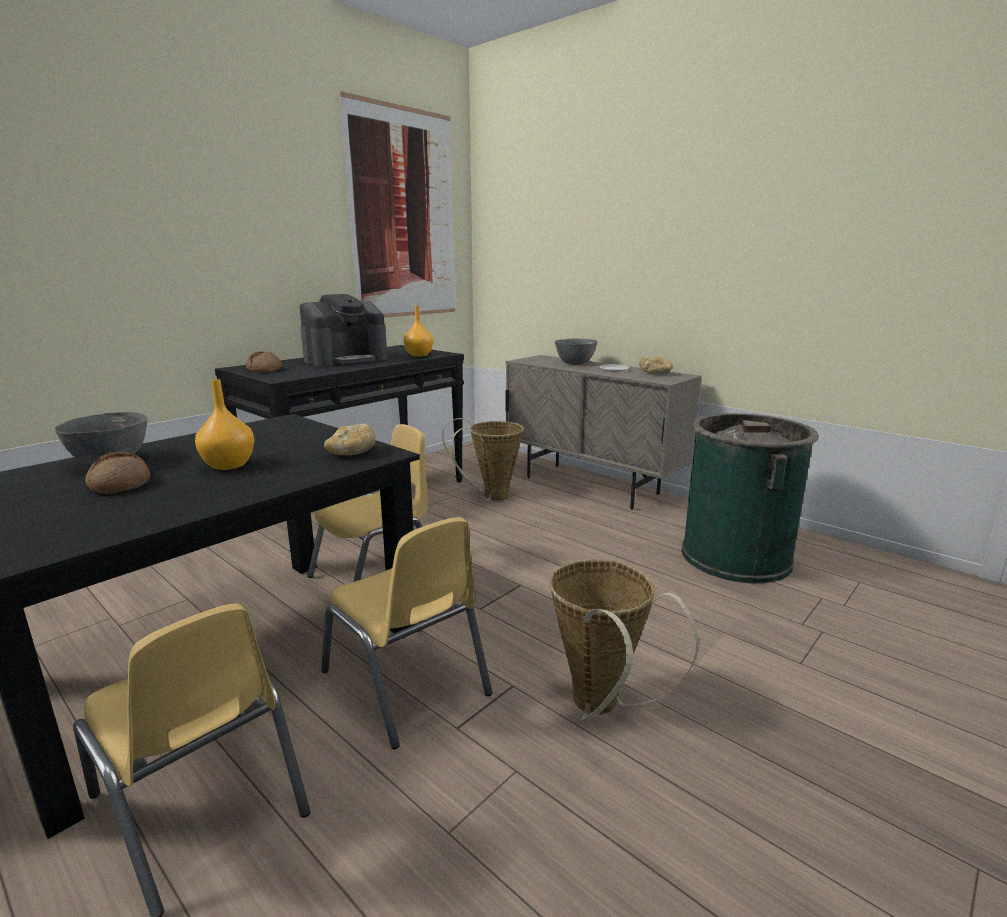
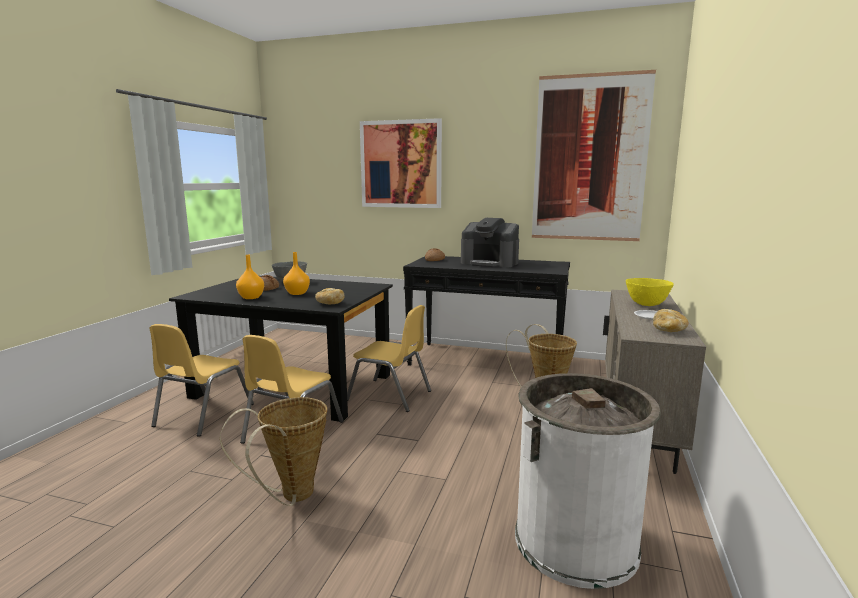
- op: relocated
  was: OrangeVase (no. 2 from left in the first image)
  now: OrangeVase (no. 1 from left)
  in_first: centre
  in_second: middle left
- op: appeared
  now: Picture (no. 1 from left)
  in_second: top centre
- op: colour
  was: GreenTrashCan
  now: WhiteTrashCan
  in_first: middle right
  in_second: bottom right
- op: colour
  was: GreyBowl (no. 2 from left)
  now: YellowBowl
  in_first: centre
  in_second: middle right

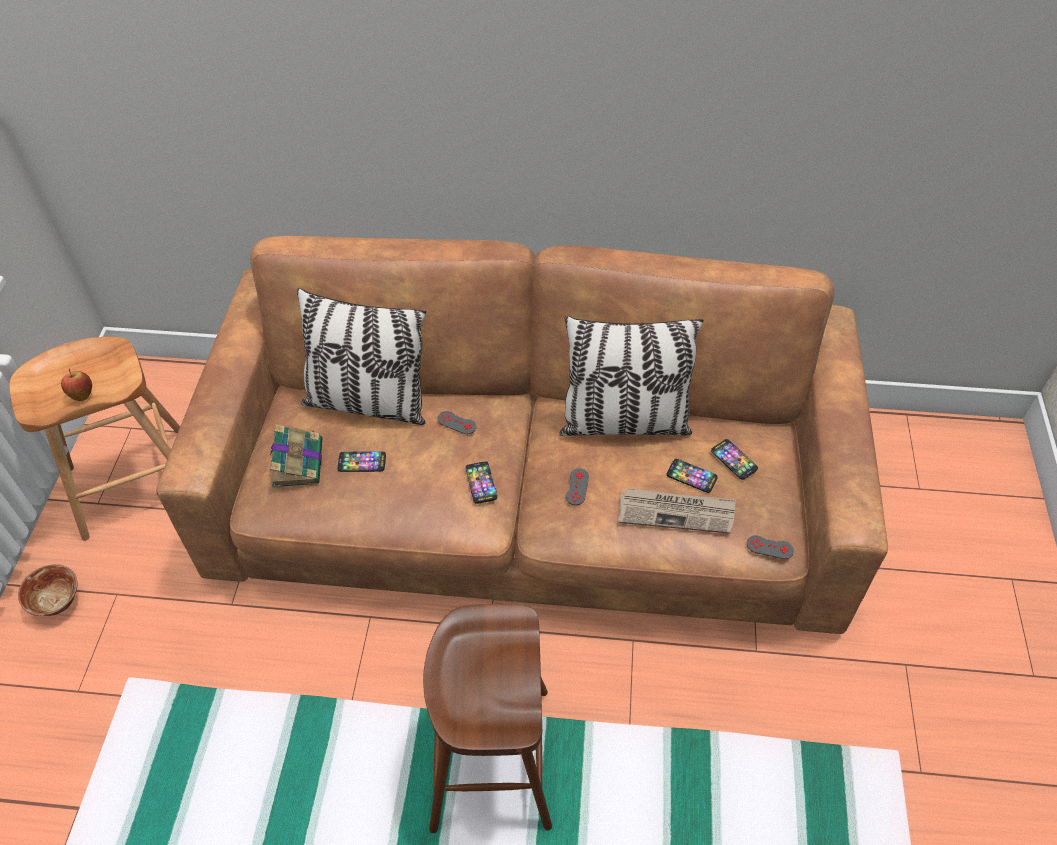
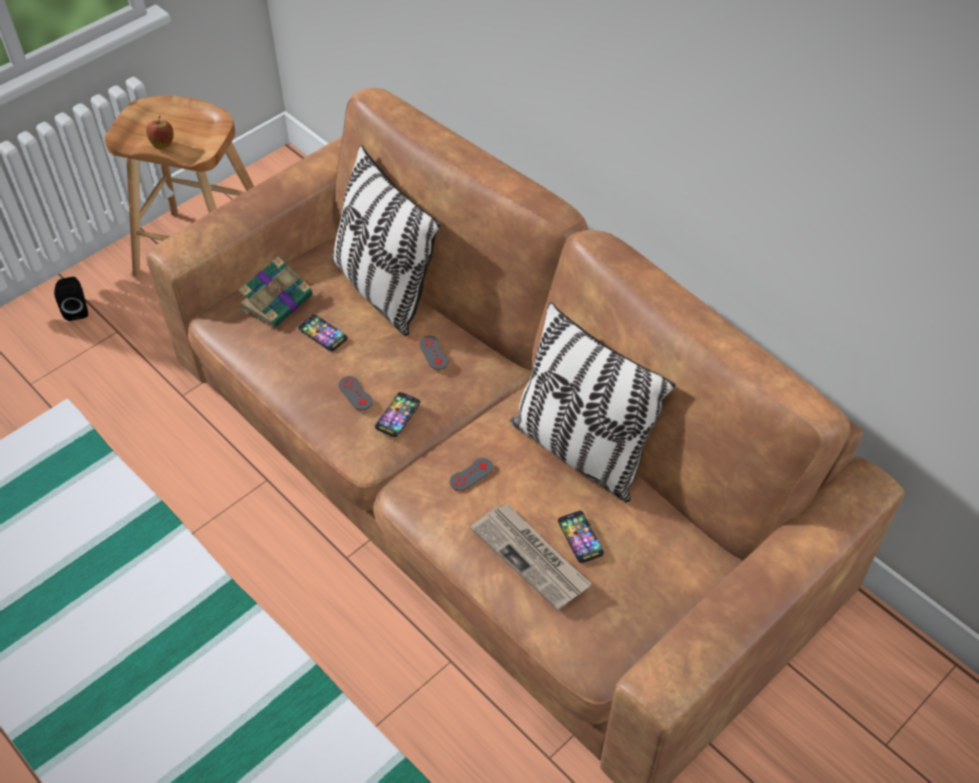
- op: exchanged
  was: Bowl
  now: BlackSpeaker
  in_first: bottom left
  in_second: middle left
- op: relocated
  was: GreyGameController (no. 3 from left in the first image)
  now: GreyGameController (no. 1 from left)
  in_first: middle right
  in_second: centre
- op: missing
  was: BrownStool (no. 2 from left)
  in_first: bottom centre
- op: missing
  was: Phone (no. 4 from left)
  in_first: middle right

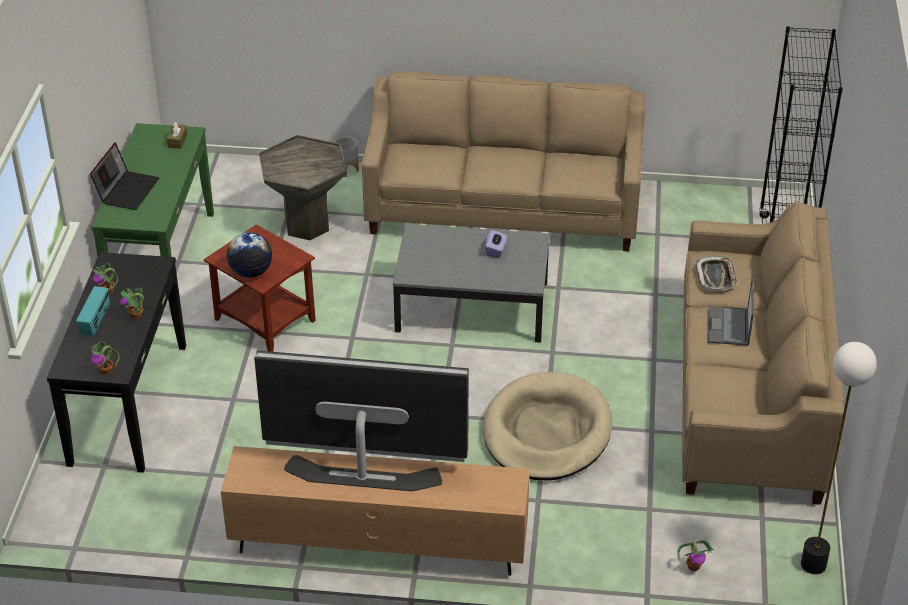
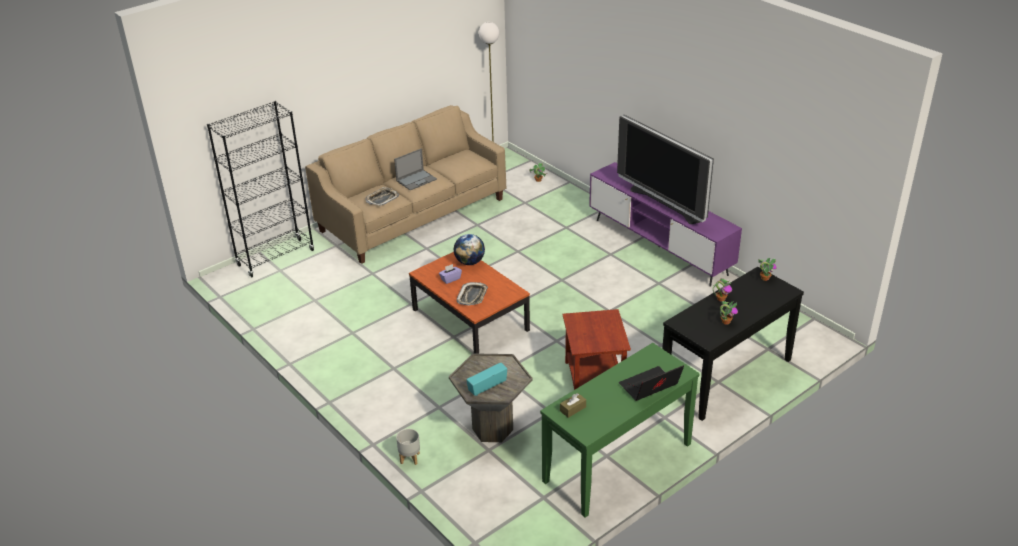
- op: colour
  was: GreyCoffeeTable
  now: BrownCoffeeTable
  in_first: centre
  in_second: centre
- op: relocated
  was: Globe
  in_first: middle left
  in_second: centre
- op: appeared
  now: Tray (no. 2 from left)
  in_second: centre
- op: relocated
  was: Radio
  in_first: middle left
  in_second: bottom centre
- op: colour
  was: BrownTvStand
  now: PurpleTvStand
  in_first: bottom centre
  in_second: centre
- op: missing
  was: BeigeSofa (no. 1 from left)
  in_first: top centre
- op: missing
  was: BeigeDogBed
  in_first: bottom centre

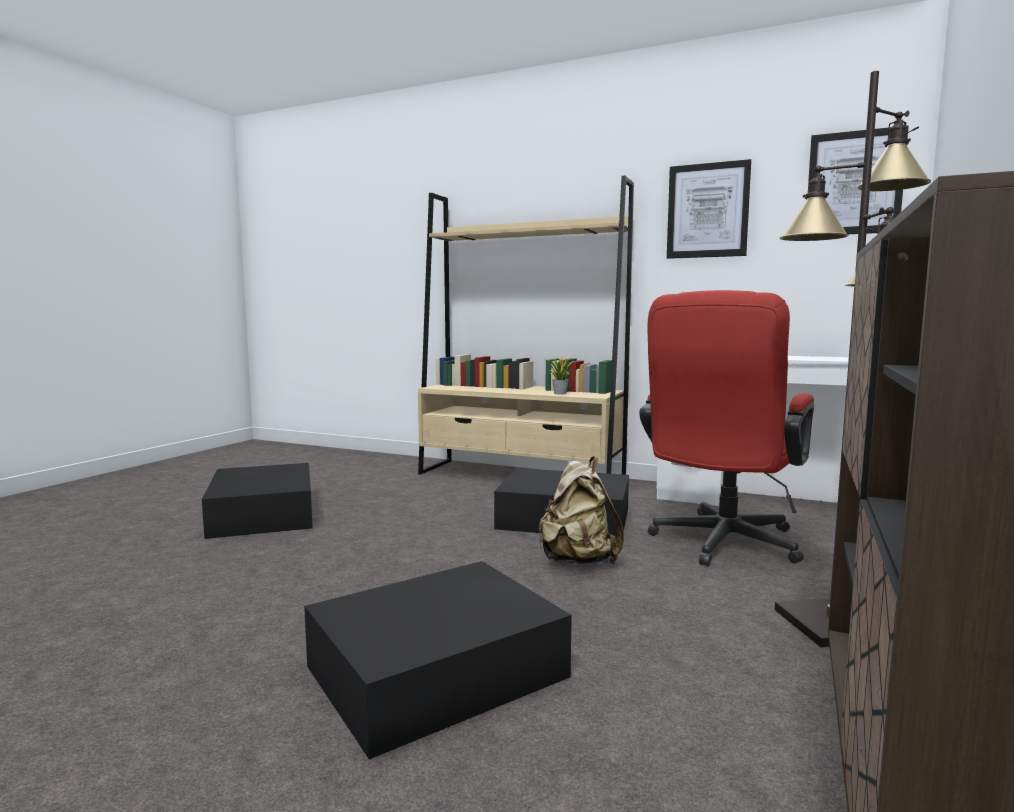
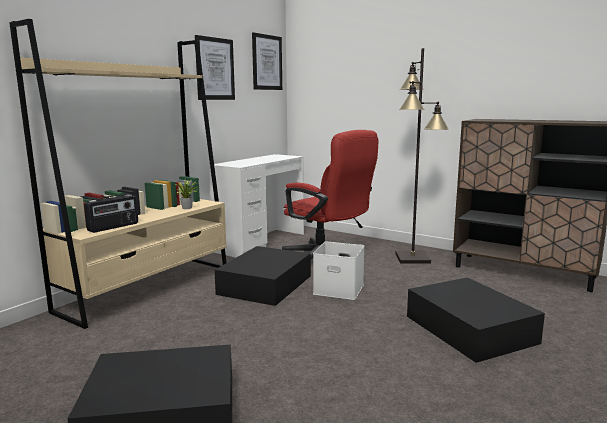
- op: appeared
  now: Radio
  in_second: middle left
- op: exchanged
  was: BeigeBackpack
  now: WhiteStorageBox
  in_first: centre
  in_second: centre

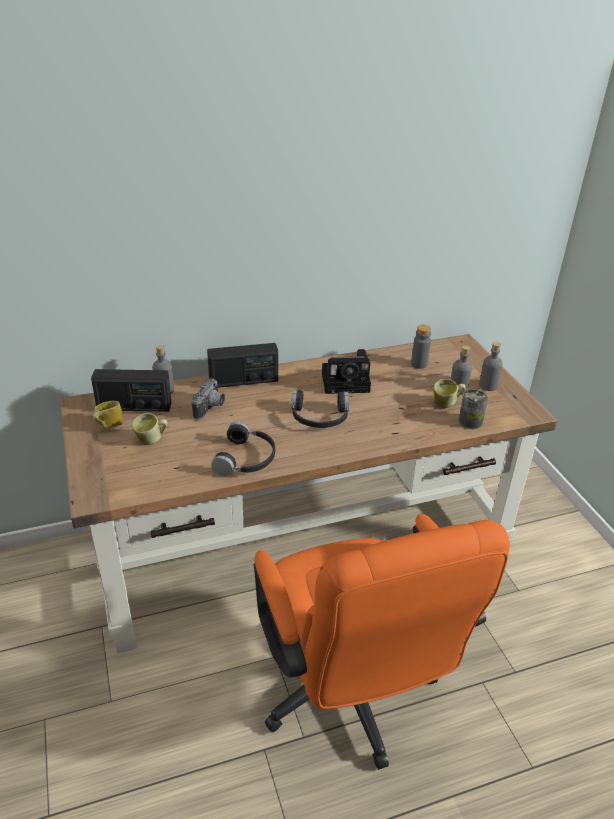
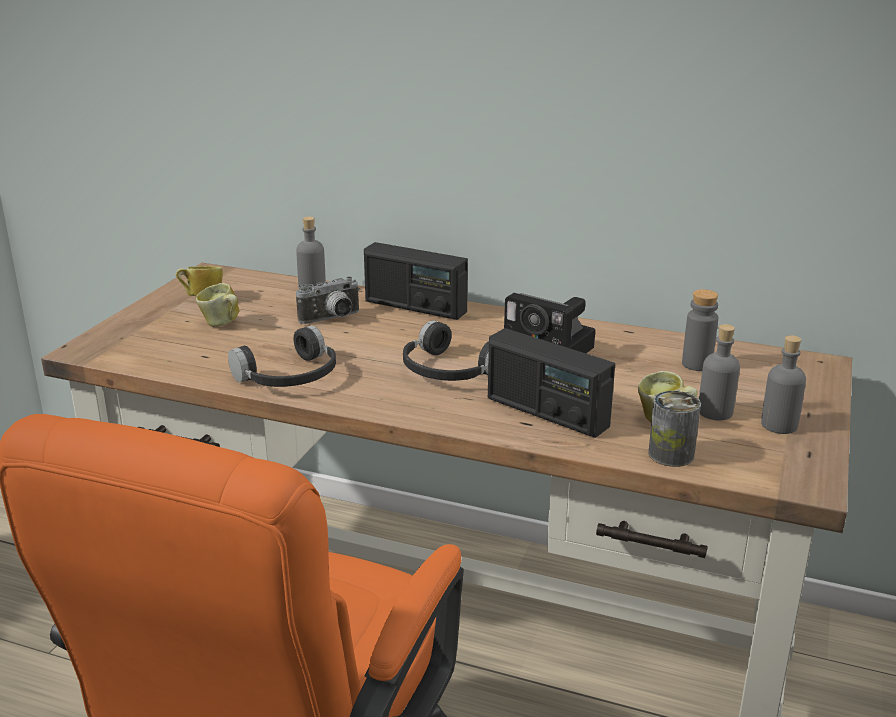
- op: relocated
  was: Radio (no. 1 from left in the first image)
  now: Radio (no. 2 from left)
  in_first: middle left
  in_second: centre

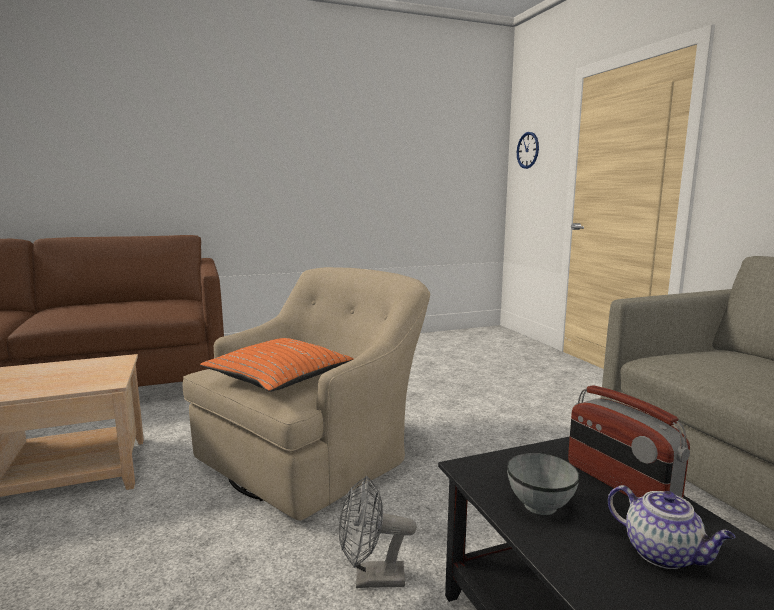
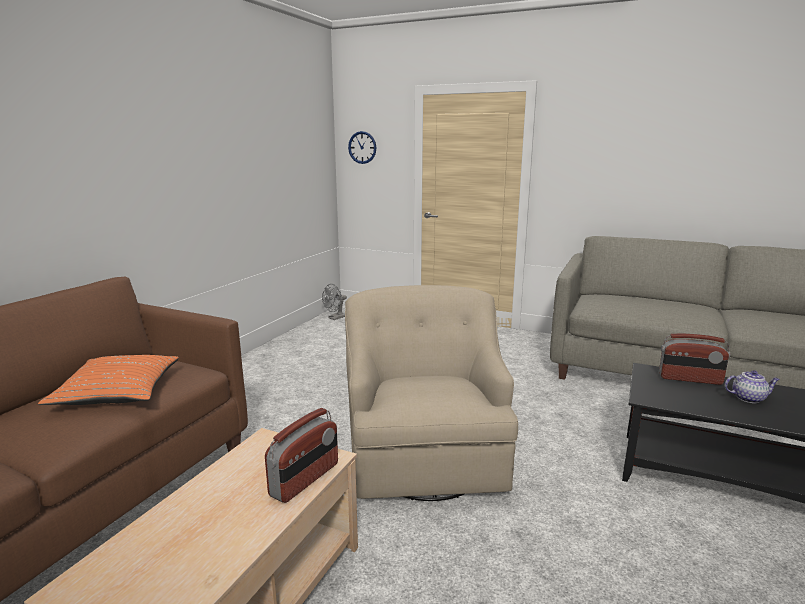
- op: relocated
  was: OrangePillow
  in_first: centre
  in_second: middle left
- op: appeared
  now: Radio (no. 1 from left)
  in_second: bottom centre
- op: relocated
  was: GreyFan
  in_first: bottom centre
  in_second: centre
- op: missing
  was: GreyBowl
  in_first: bottom right

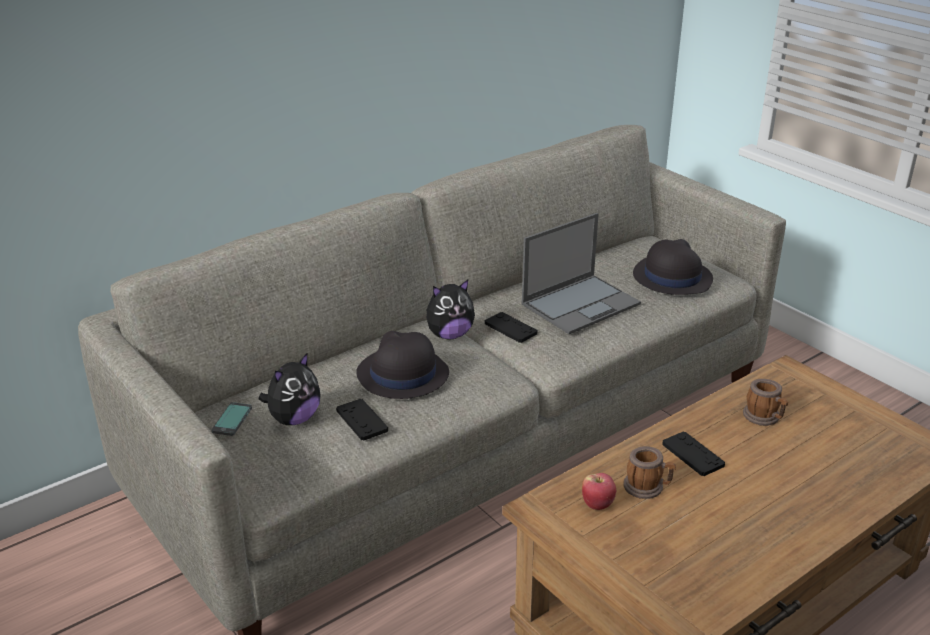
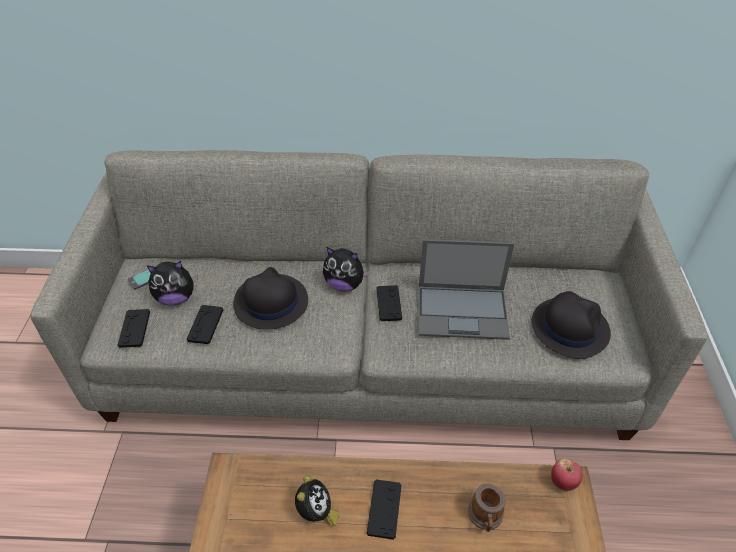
- op: appeared
  now: BlackGameController (no. 1 from left)
  in_second: middle left
- op: exchanged
  was: Mug (no. 1 from left)
  now: AlarmClock
  in_first: bottom right
  in_second: bottom centre
- op: relocated
  was: Apple
  in_first: bottom centre
  in_second: bottom right

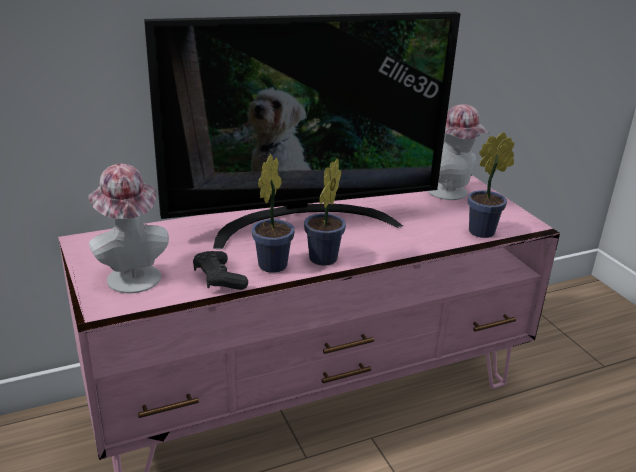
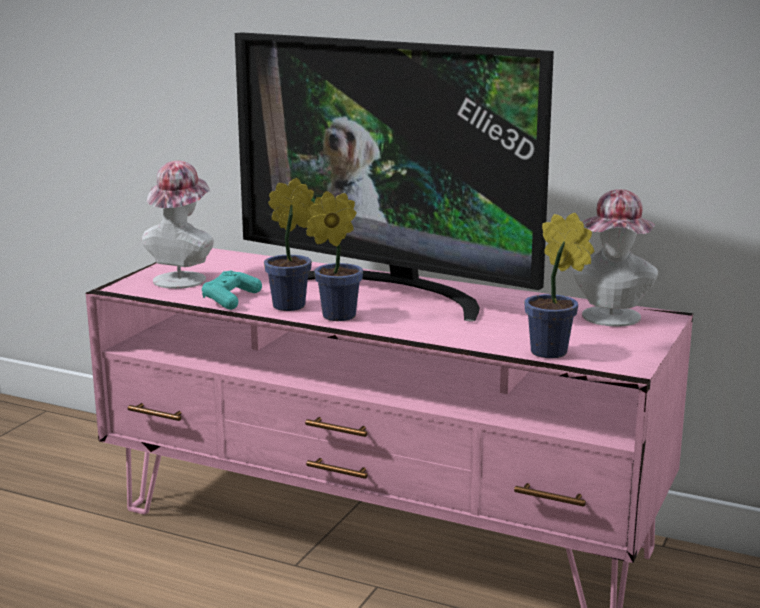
- op: colour
  was: BlackGameController
  now: TurquoiseGameController
  in_first: centre
  in_second: middle left

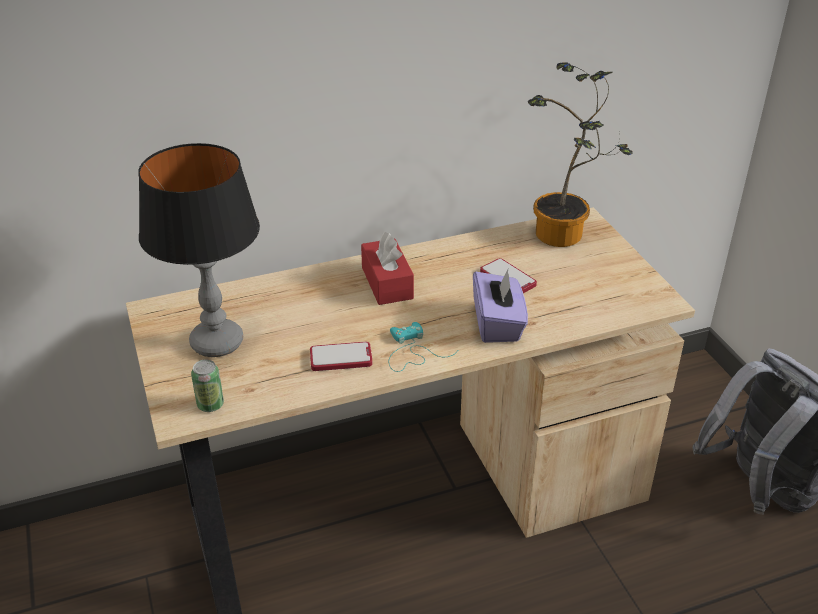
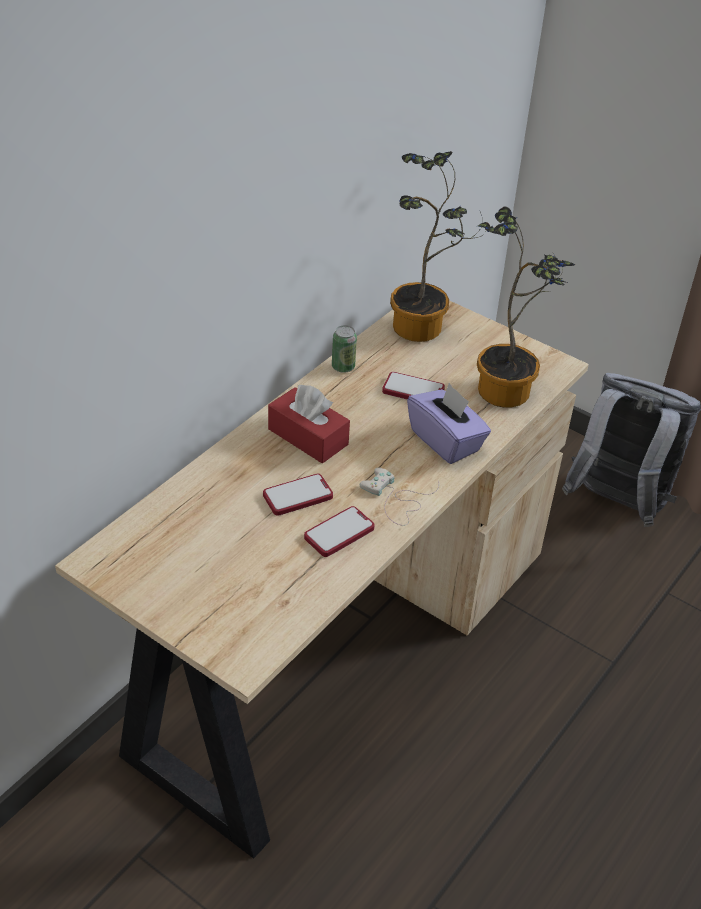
- op: appeared
  now: Phone (no. 1 from left)
  in_second: centre
- op: relocated
  was: Can
  in_first: middle left
  in_second: centre
- op: colour
  was: TurquoiseGameController
  now: WhiteGameController
  in_first: centre
  in_second: centre
- op: appeared
  now: PottedPlant (no. 2 from left)
  in_second: middle right
- op: missing
  was: TableLamp
  in_first: middle left

